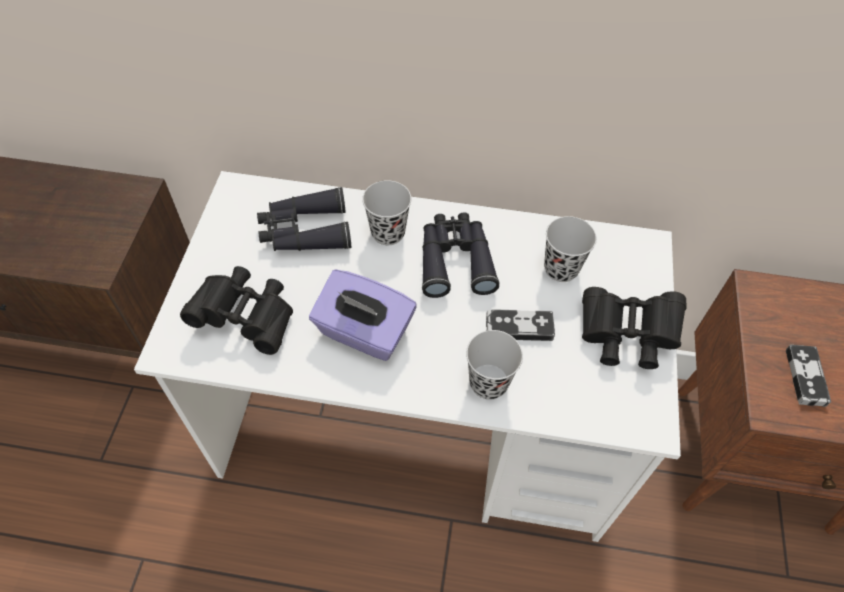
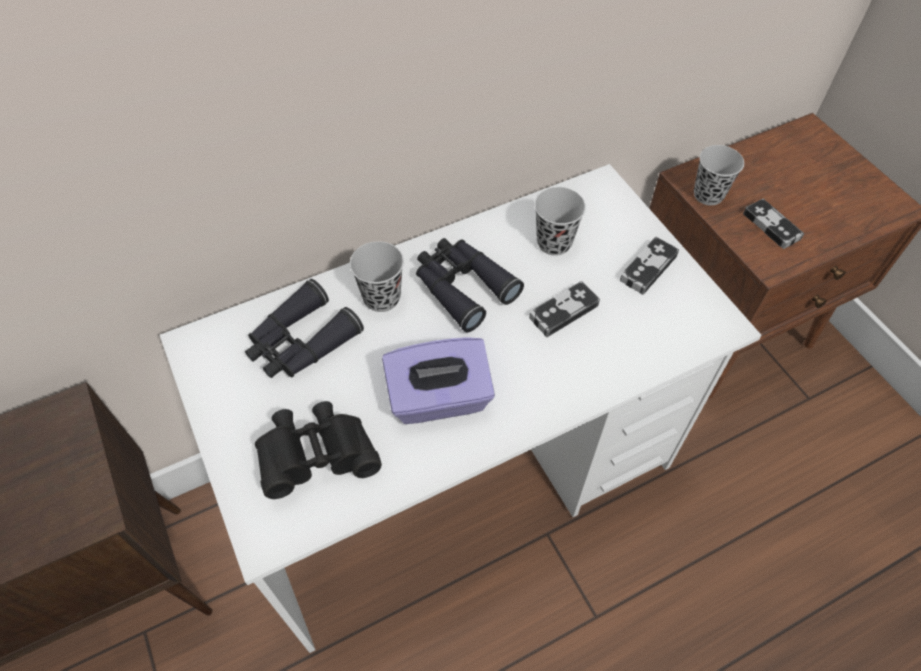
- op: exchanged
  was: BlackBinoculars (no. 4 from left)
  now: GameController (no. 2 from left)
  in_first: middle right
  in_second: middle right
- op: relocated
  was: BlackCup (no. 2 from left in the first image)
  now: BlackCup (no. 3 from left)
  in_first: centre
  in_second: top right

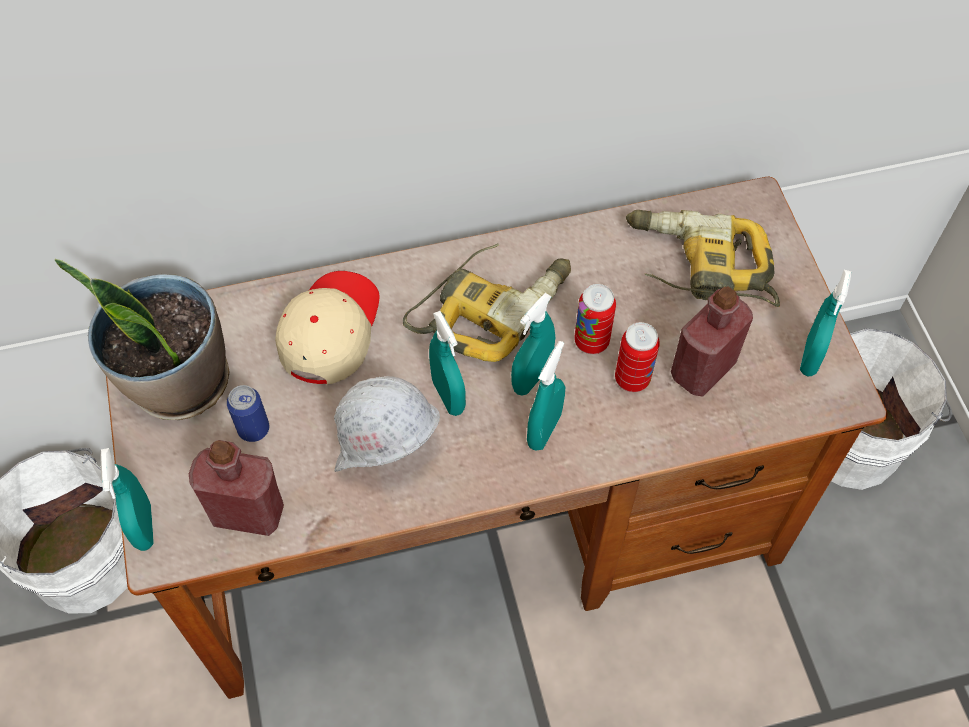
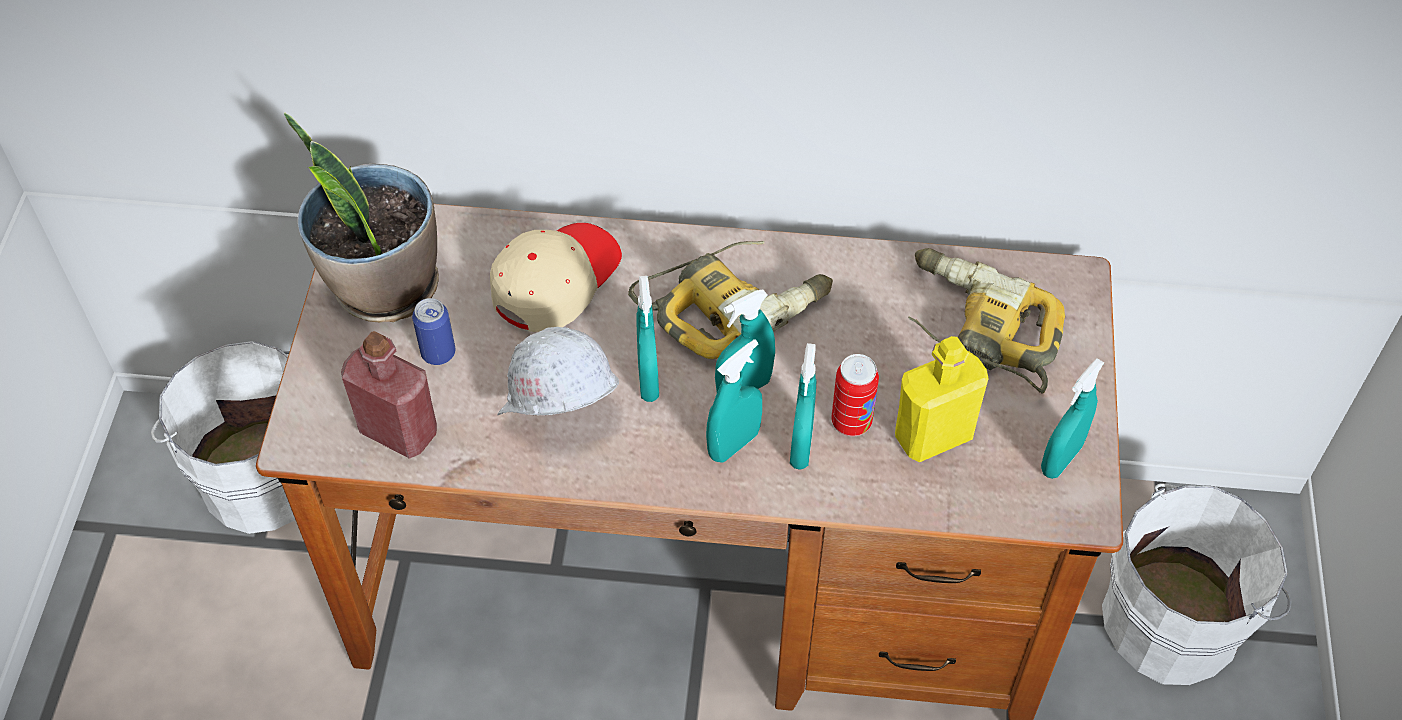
- op: relocated
  was: TurquoiseSprayBottle (no. 1 from left in the first image)
  now: TurquoiseSprayBottle (no. 4 from left)
  in_first: bottom left
  in_second: centre
- op: colour
  was: RedBottle (no. 2 from left)
  now: YellowBottle
  in_first: middle right
  in_second: middle right
- op: missing
  was: Can (no. 2 from left)
  in_first: centre

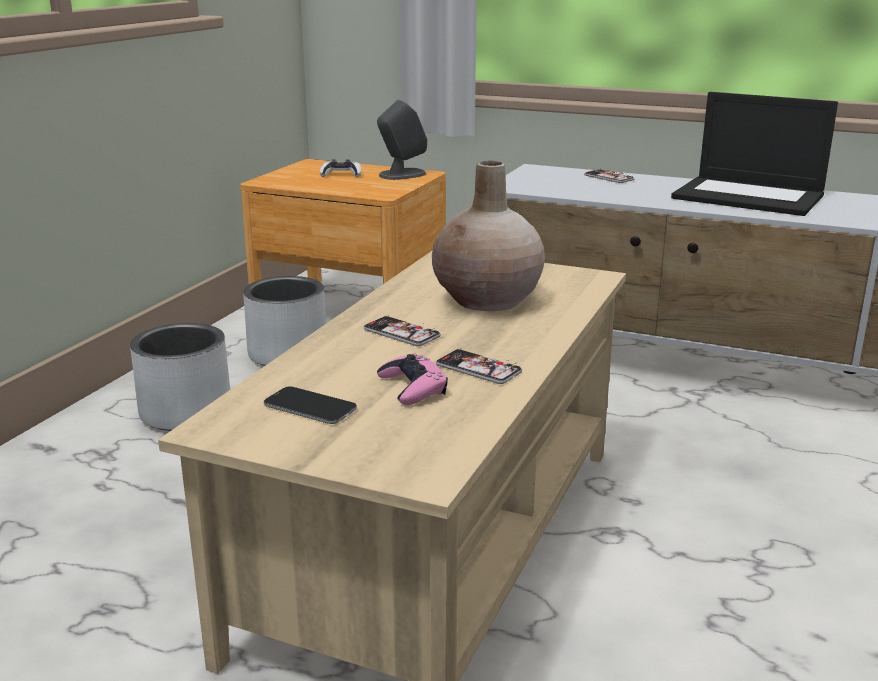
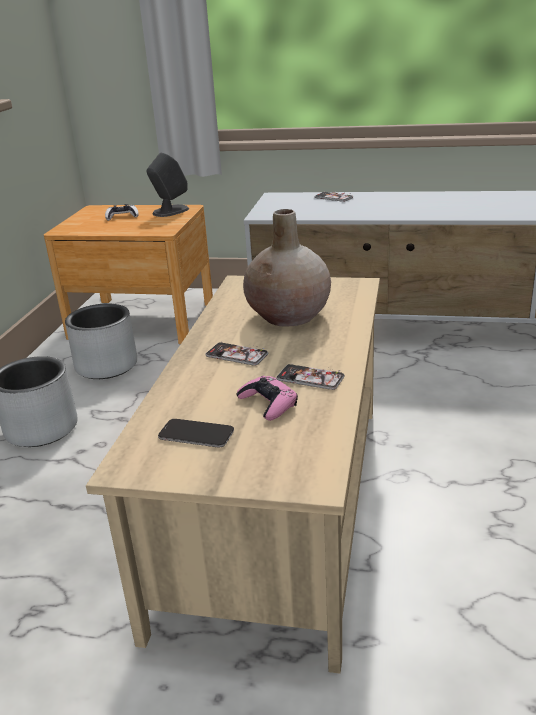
- op: missing
  was: Laptop
  in_first: top right

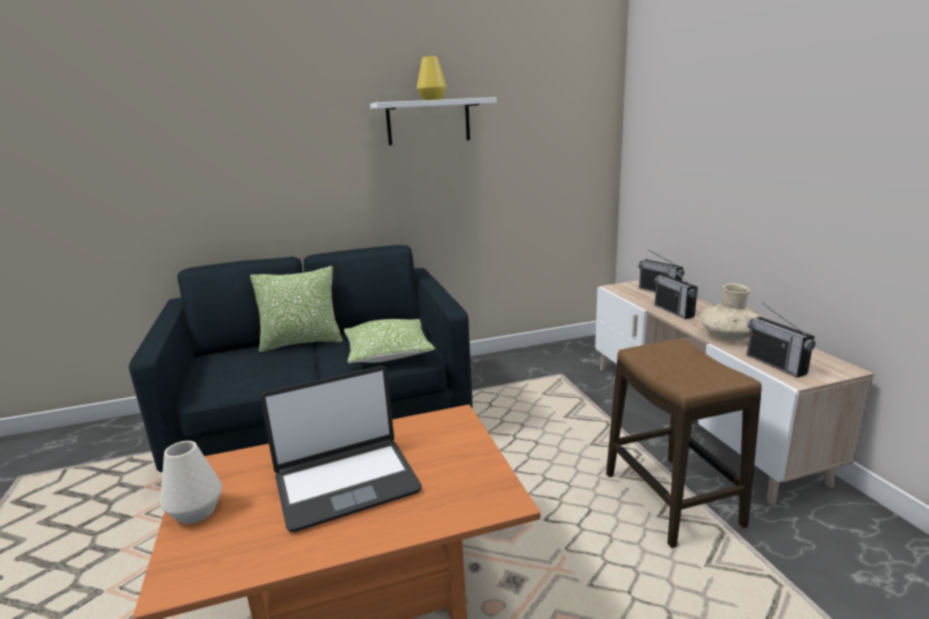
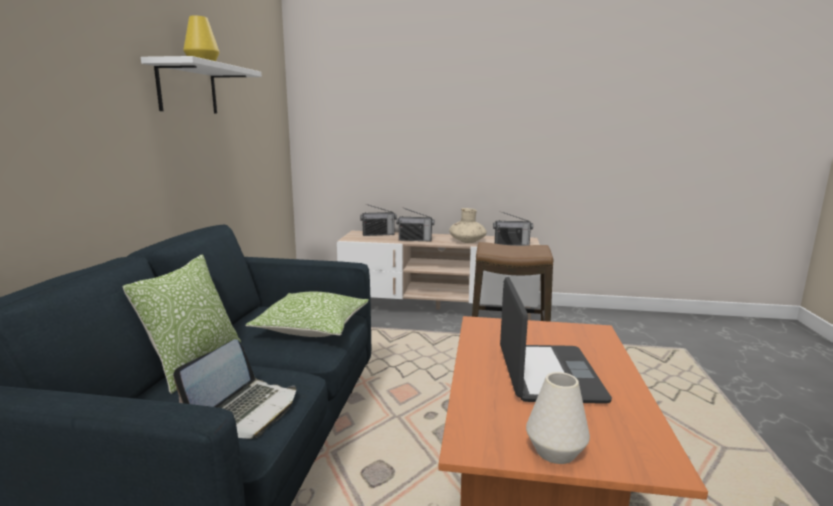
- op: appeared
  now: Laptop (no. 1 from left)
  in_second: bottom left

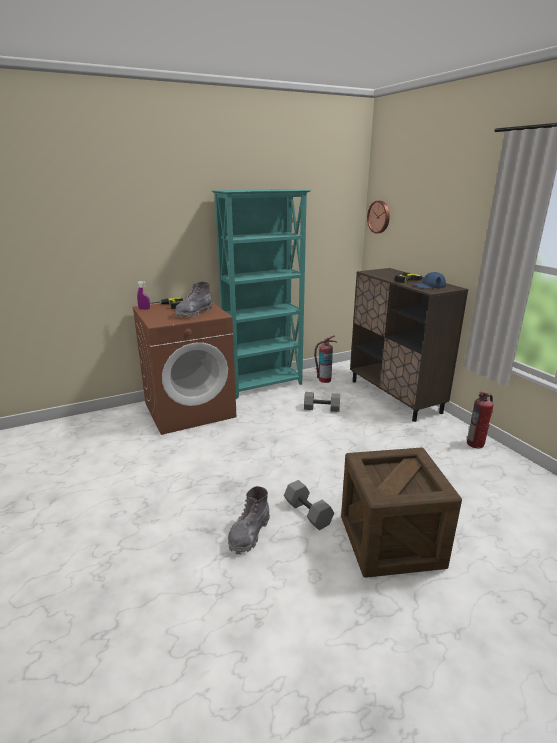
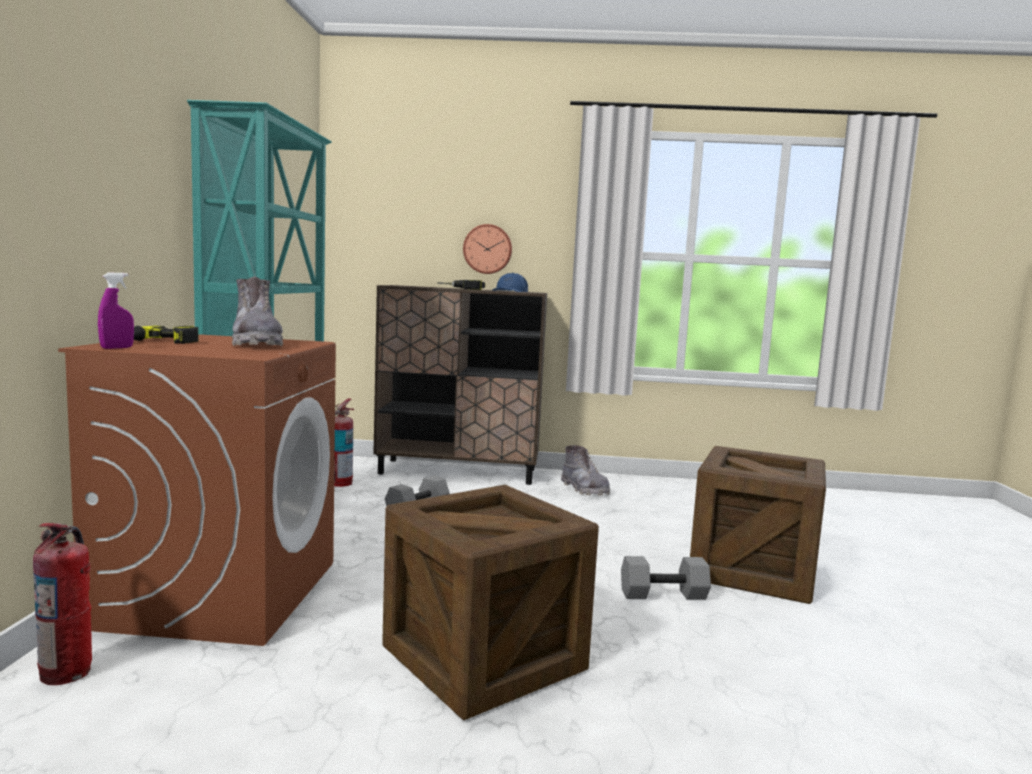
- op: relocated
  was: FireExtinguisher (no. 2 from left in the first image)
  now: FireExtinguisher (no. 1 from left)
  in_first: middle right
  in_second: bottom left
- op: appeared
  now: Crate (no. 1 from left)
  in_second: bottom centre
- op: relocated
  was: WallClock
  in_first: top right
  in_second: top centre
- op: relocated
  was: GreyBoot (no. 2 from left)
  in_first: bottom centre
  in_second: centre

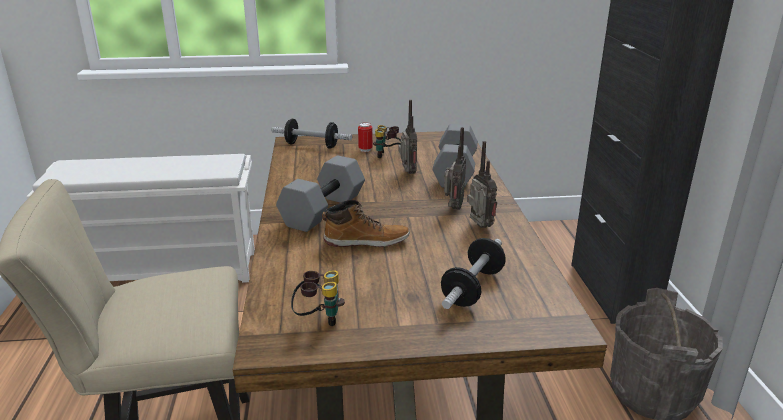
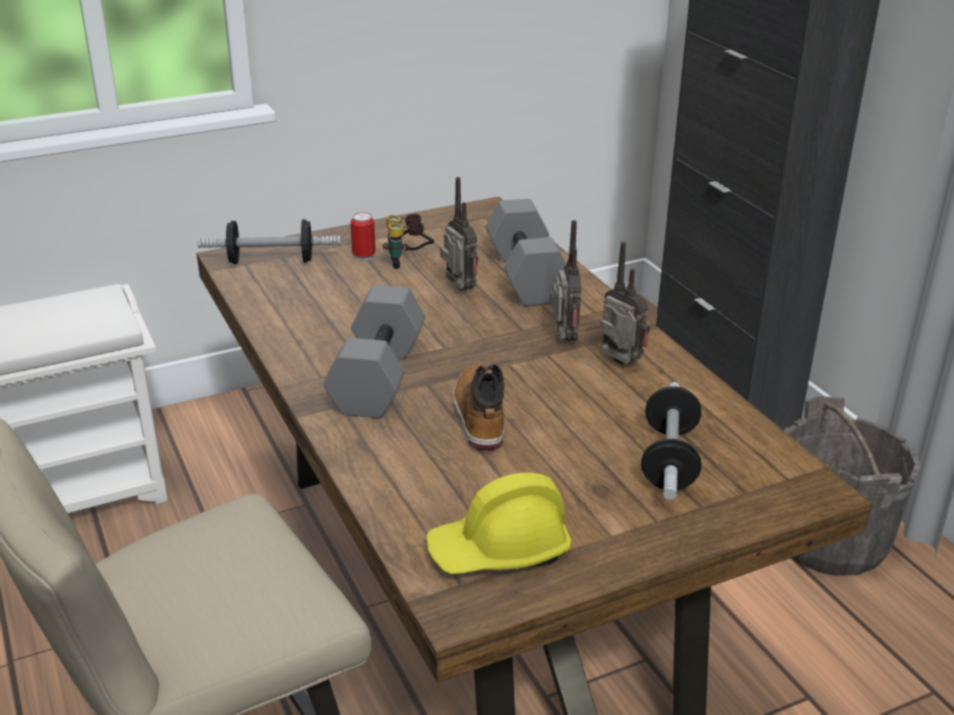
- op: exchanged
  was: Binoculars (no. 1 from left)
  now: YellowHardHat
  in_first: bottom centre
  in_second: bottom centre
- op: spun
  was: Boot
  in_first: centre
  in_second: centre
  clockwise: -75

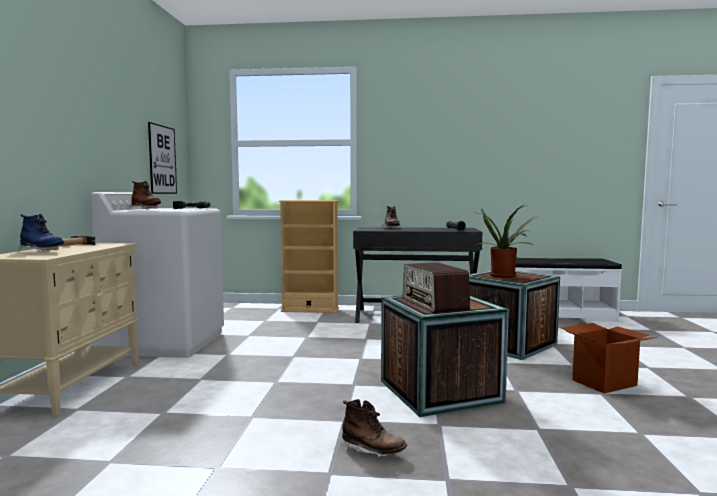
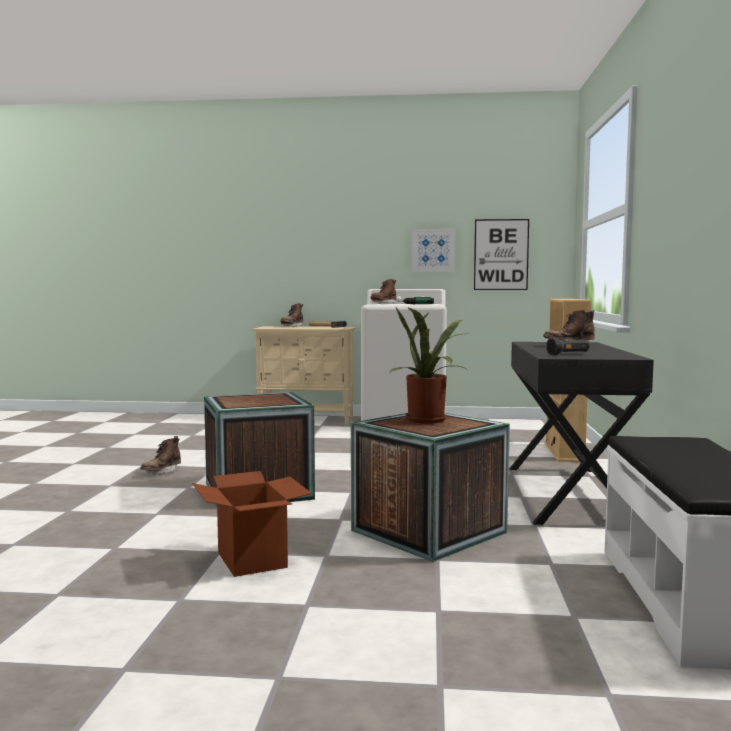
- op: colour
  was: BlueBoot
  now: BrownBoot (no. 2 from left)
  in_first: middle left
  in_second: centre
- op: appeared
  now: Picture (no. 1 from left)
  in_second: centre
- op: missing
  was: Radio
  in_first: centre

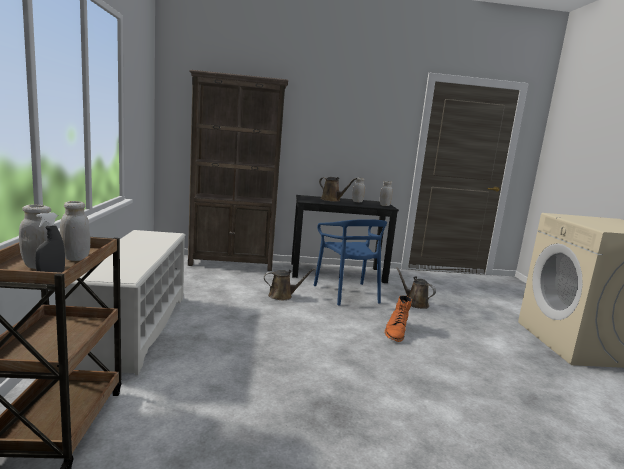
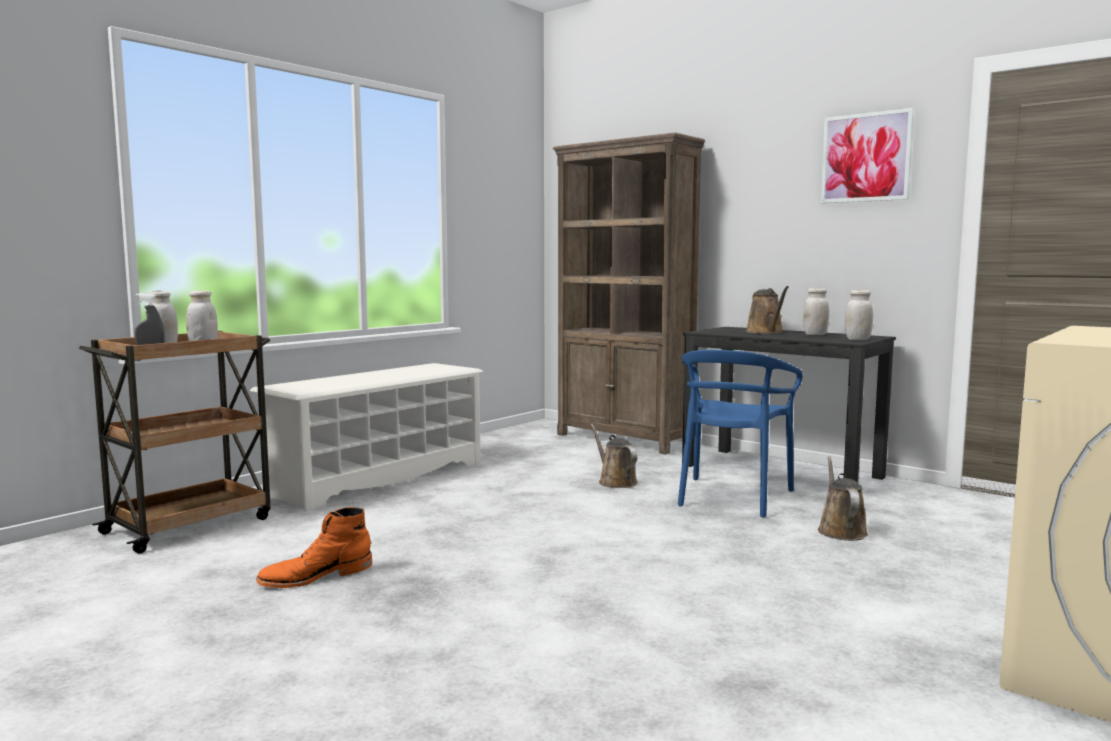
- op: relocated
  was: OrangeBoot
  in_first: bottom centre
  in_second: bottom left
- op: spun
  was: BrownWateringCan (no. 1 from left)
  in_first: centre
  in_second: centre
  clockwise: -150
- op: appeared
  now: Picture
  in_second: top right

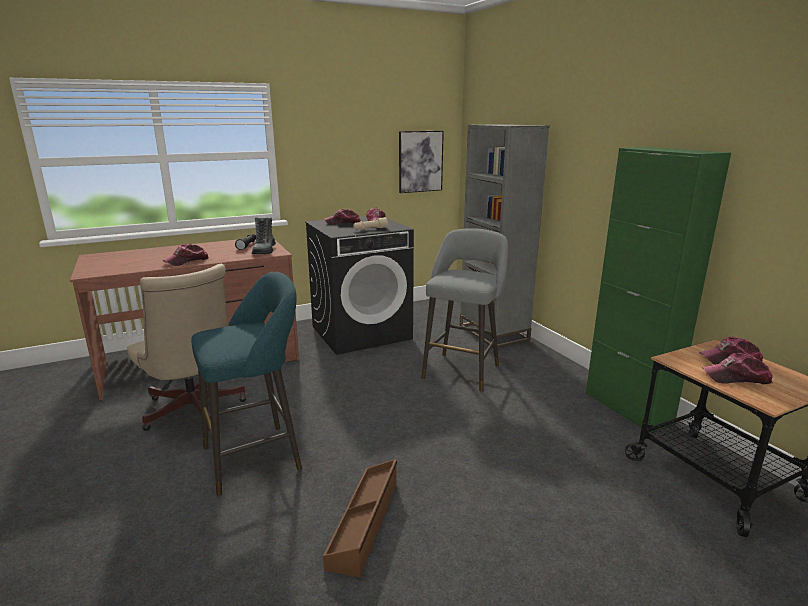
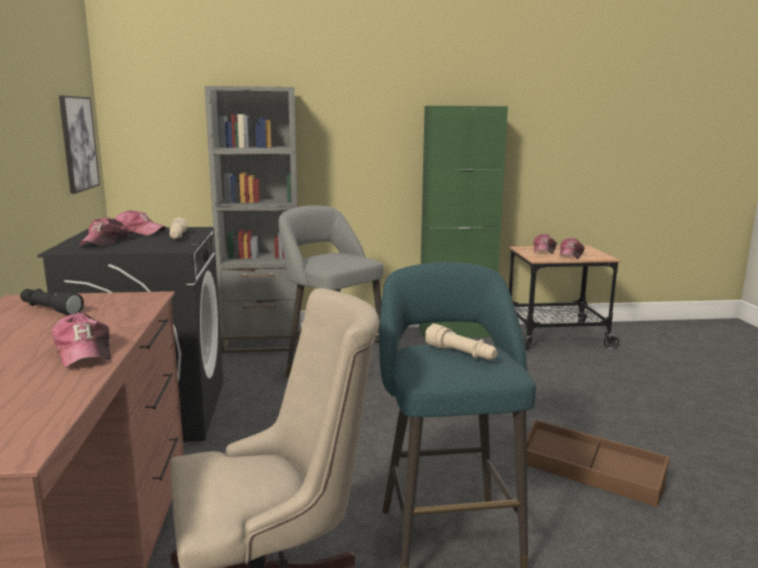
- op: appeared
  now: BeigeFlashlight (no. 2 from left)
  in_second: centre
- op: missing
  was: Boot
  in_first: middle left

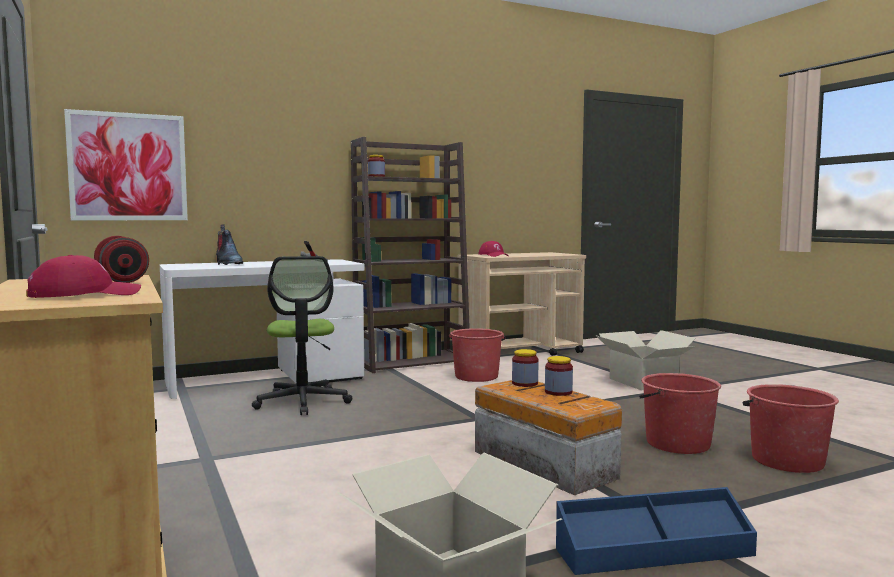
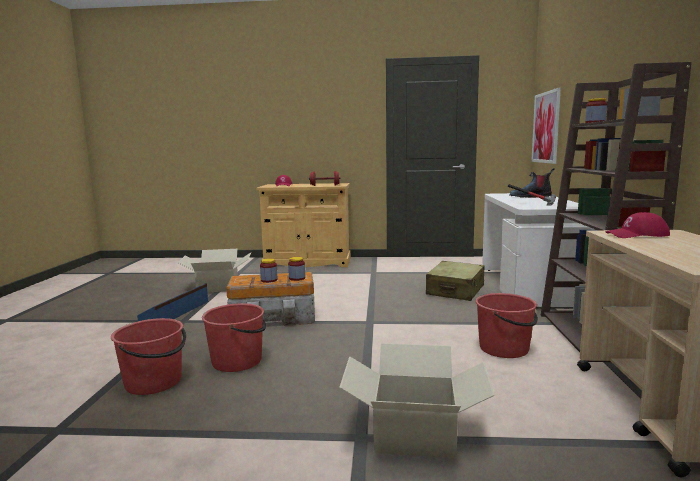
- op: exchanged
  was: OfficeChair
  now: BeigeSuitcase
  in_first: centre
  in_second: centre

